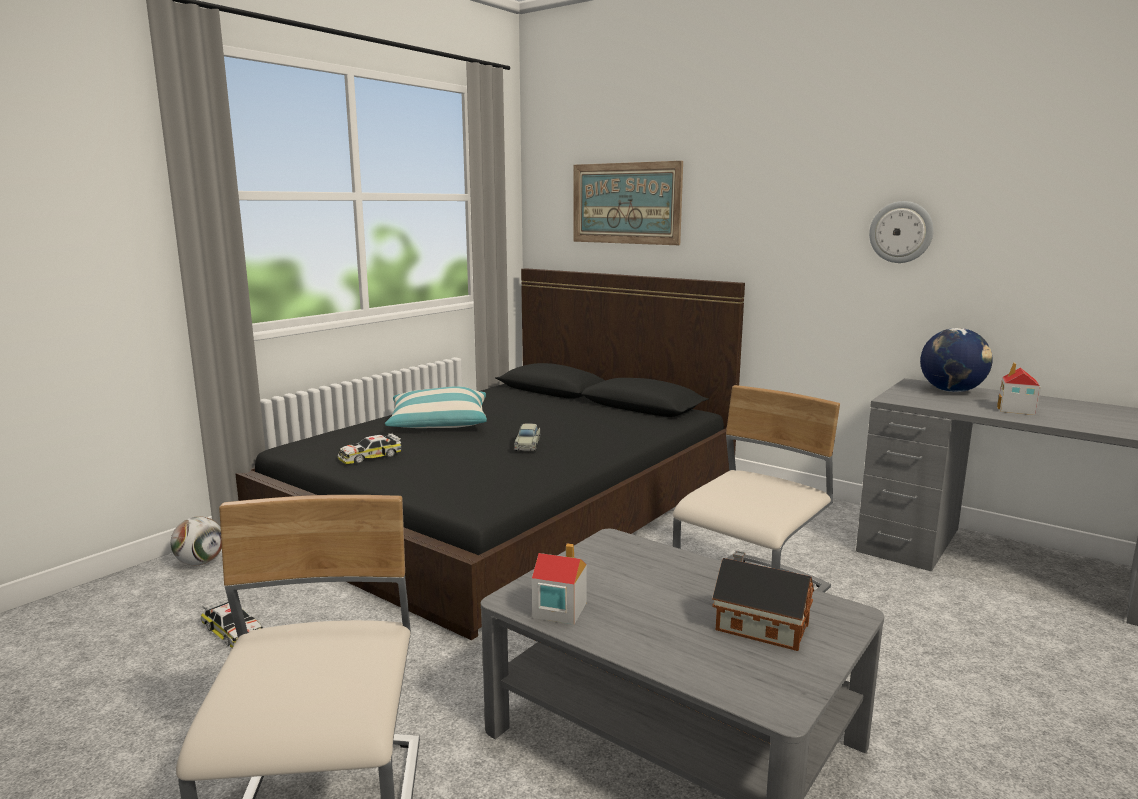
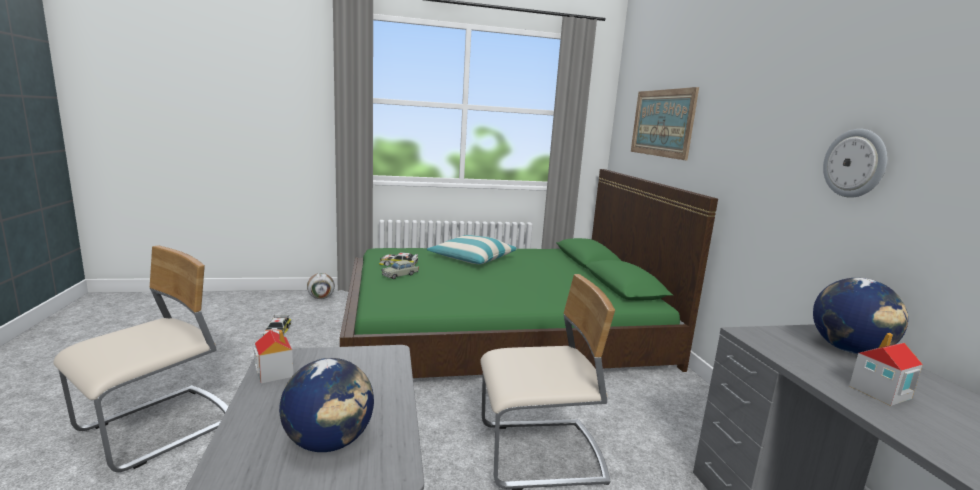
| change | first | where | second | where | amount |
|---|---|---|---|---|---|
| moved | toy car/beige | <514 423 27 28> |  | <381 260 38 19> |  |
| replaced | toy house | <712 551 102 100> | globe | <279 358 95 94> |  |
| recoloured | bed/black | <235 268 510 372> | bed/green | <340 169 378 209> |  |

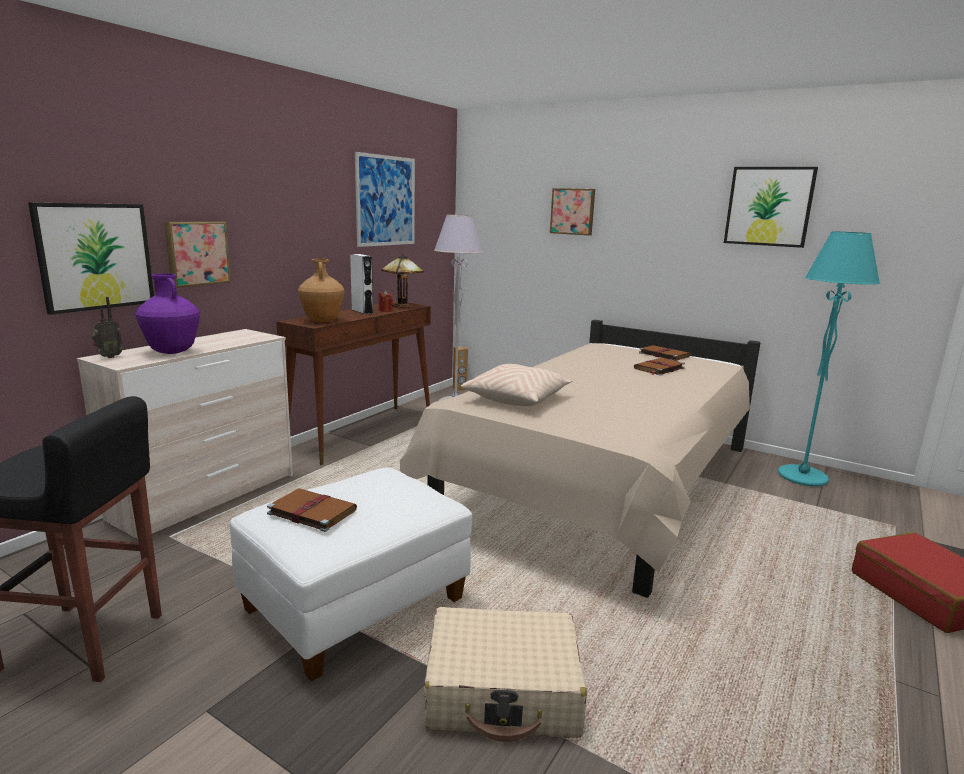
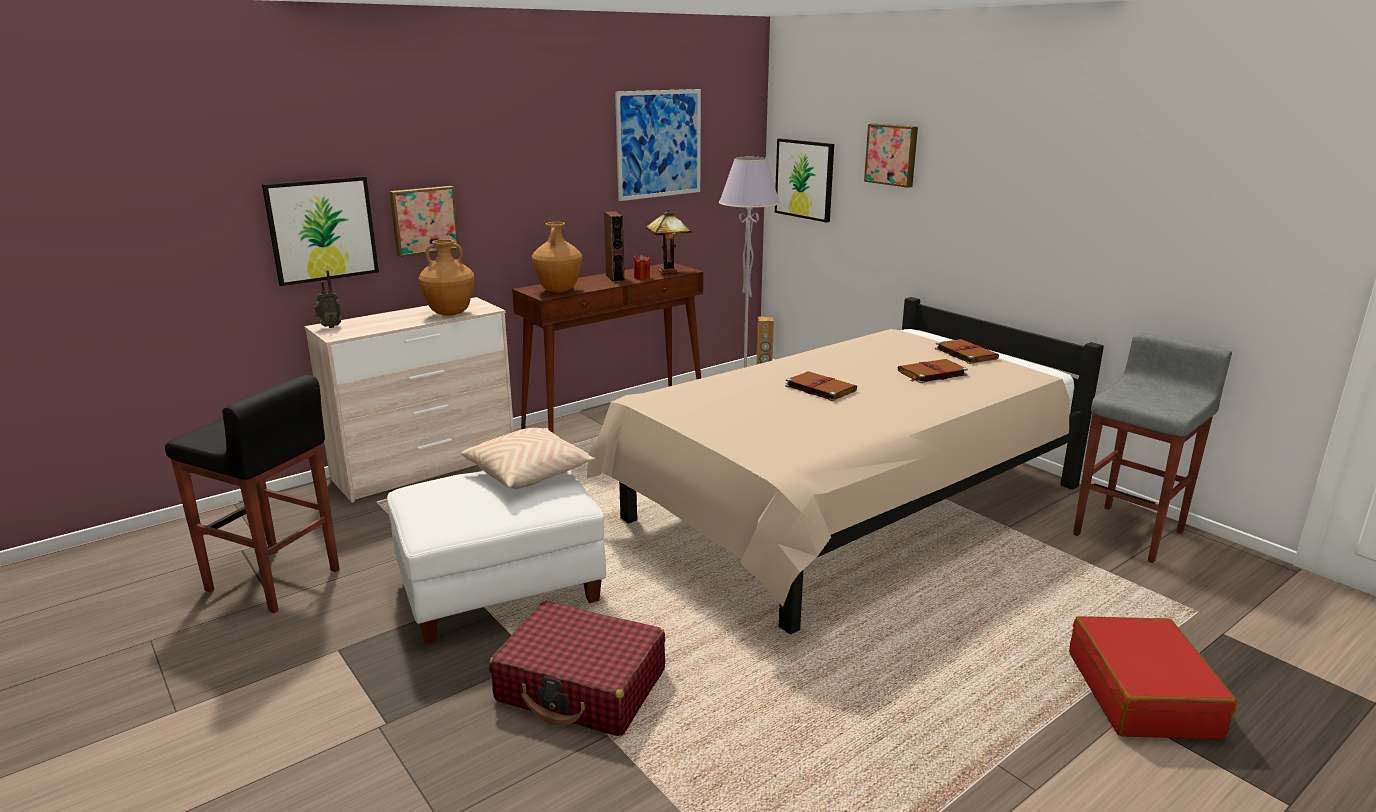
| change | first | where | second | where | amount |
|---|---|---|---|---|---|
| removed | vase/purple | <136 273 64 81> |  |  |  |
| added |  |  | vase/brown | <419 239 55 77> |  |
| moved | book/brown | <267 488 90 44> |  | <785 371 72 30> |  |
| moved | pillow/beige | <461 364 111 42> |  | <461 428 134 61> |  |
| moved | picture | <724 167 94 81> |  | <775 138 59 85> |  |
| replaced | floor lamp/turquoise | <778 231 102 255> | stool/grey | <1073 333 159 230> |  |
| recoloured | speaker/white | <350 254 23 60> | speaker/brown | <604 211 20 71> |  |
| recoloured | suitcase/beige | <424 607 163 135> | suitcase/red | <489 601 176 135> |  |

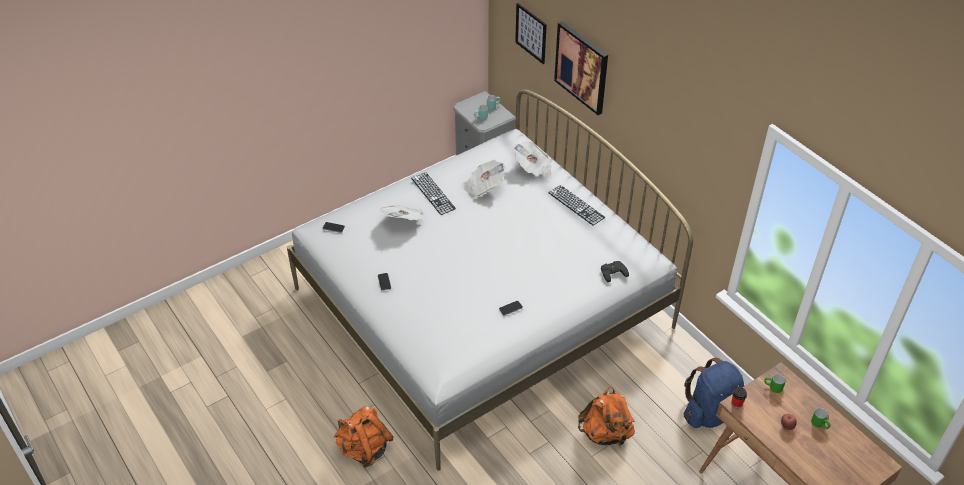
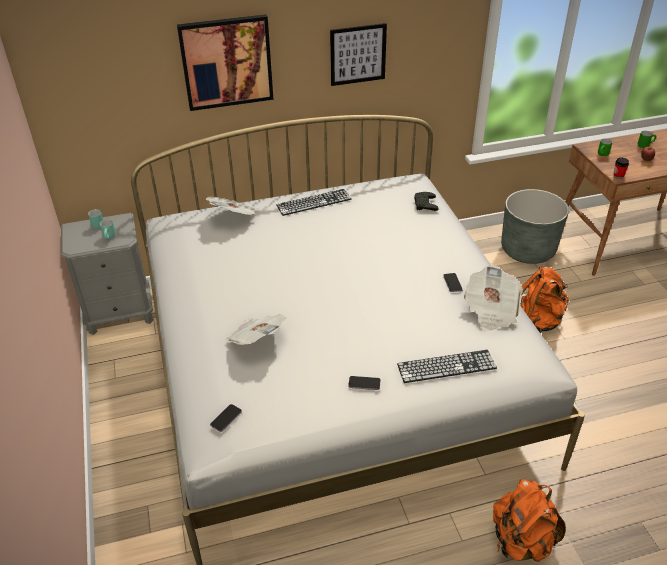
| change | first | where | second | where | amount |
|---|---|---|---|---|---|
| moved | keyboard | <411 172 45 43> |  | <397 350 100 33> |  |
| moved | newspaper | <462 160 44 38> |  | <464 265 59 66> |  |
| moved | picture | <515 3 32 61> |  | <330 23 57 63> |  |
| replaced | backpack/blue | <684 357 60 71> | planter/grey | <501 189 68 75> |  |

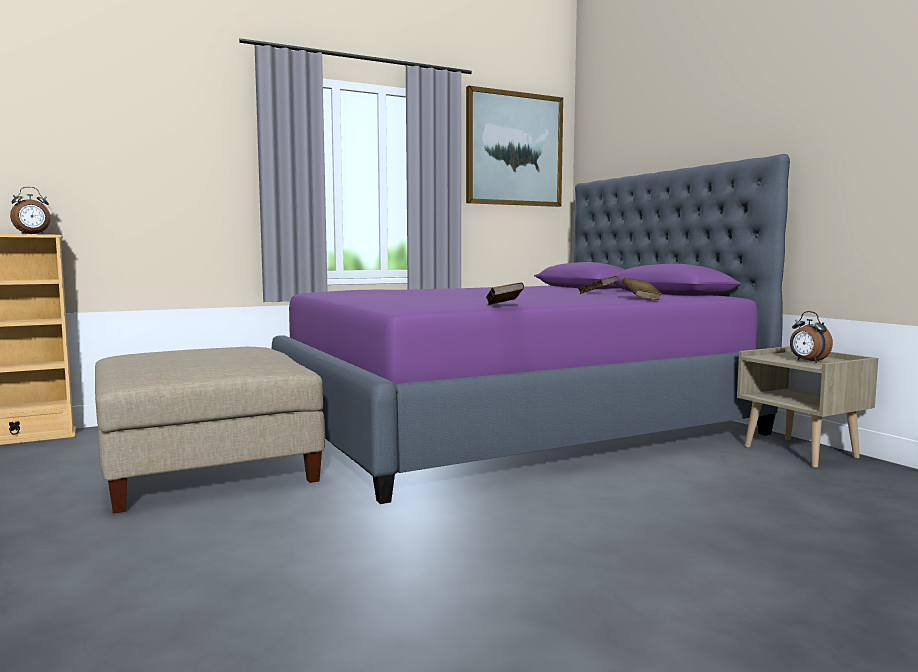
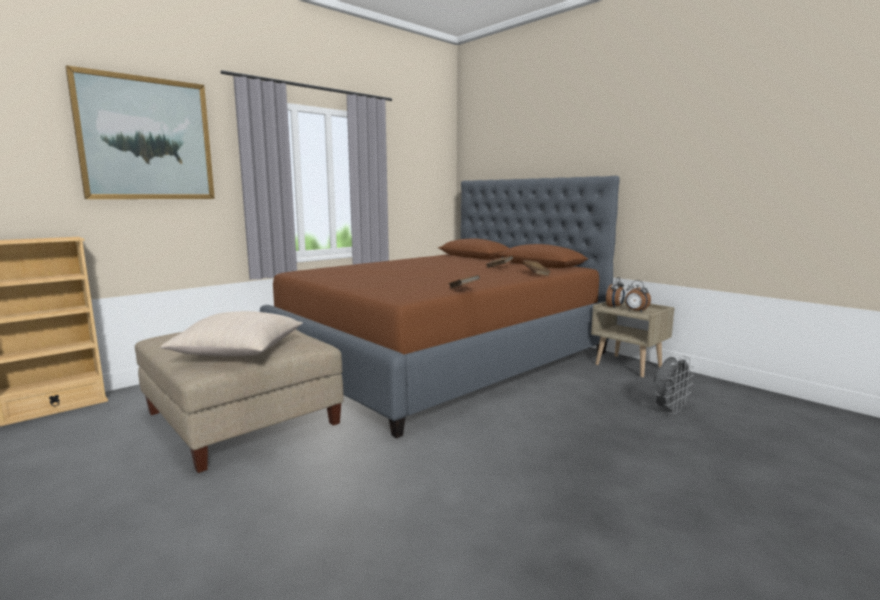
| change | first | where | second | where | amount |
|---|---|---|---|---|---|
| added |  |  | pillow/beige | <161 311 142 45> |  |
| added |  |  | fan/grey | <654 356 40 58> |  |
| moved | alarm clock | <10 187 41 47> |  | <606 277 19 30> |  |
| moved | picture | <466 86 97 121> |  | <65 65 150 134> |  |
| recoloured | bed/purple | <272 154 518 350> | bed/brown | <260 176 360 262> |  |

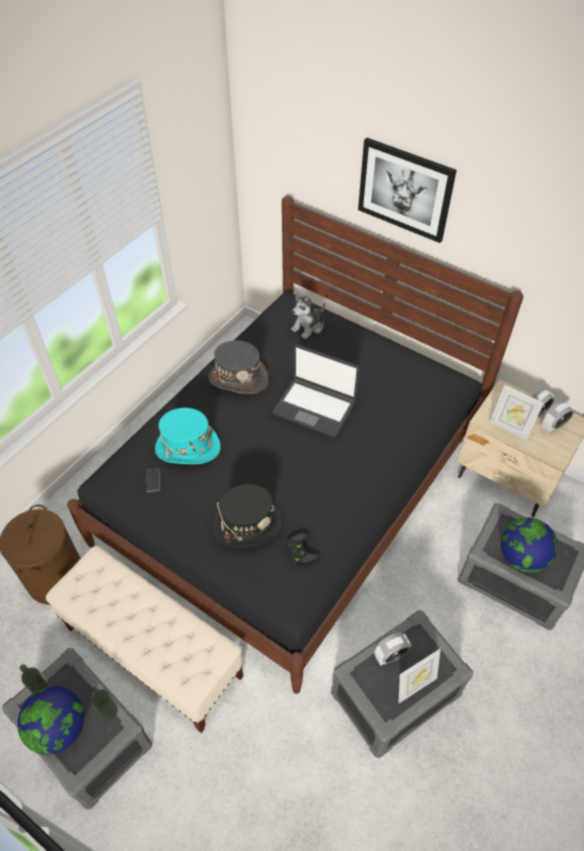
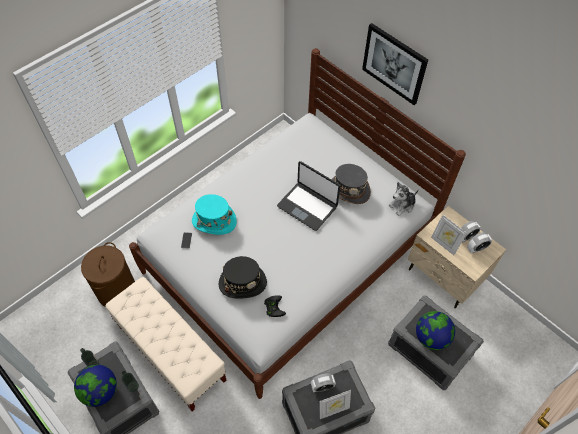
| change | first | where | second | where | amount |
|---|---|---|---|---|---|
| moved | hat/grey | <209 340 60 54> |  | <332 164 39 40> |  |
| moved | plush toy | <291 293 34 46> |  | <389 182 30 34> |  |
| recoloured | bed/black | <67 196 457 498> | bed/white | <129 48 337 351> |  |

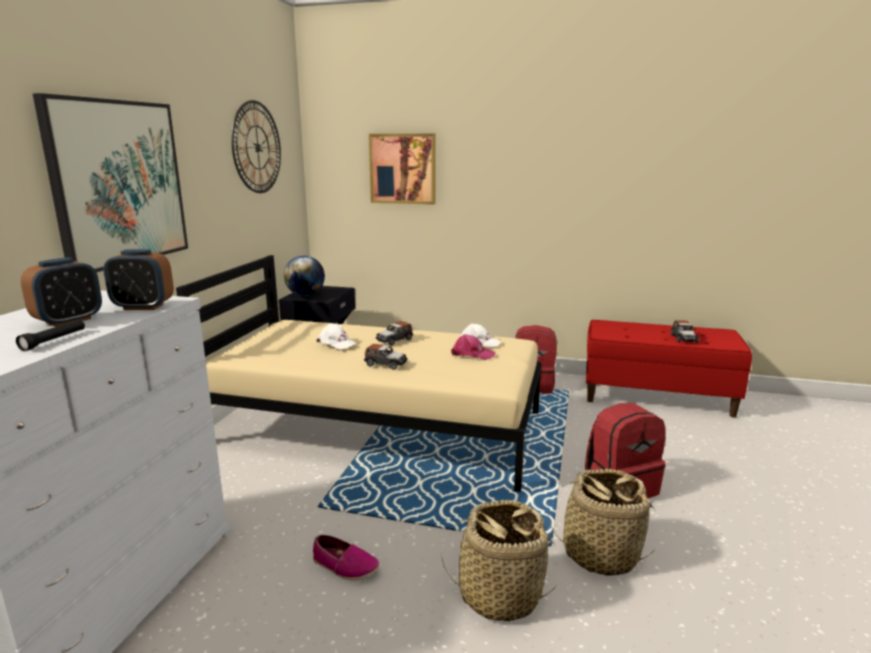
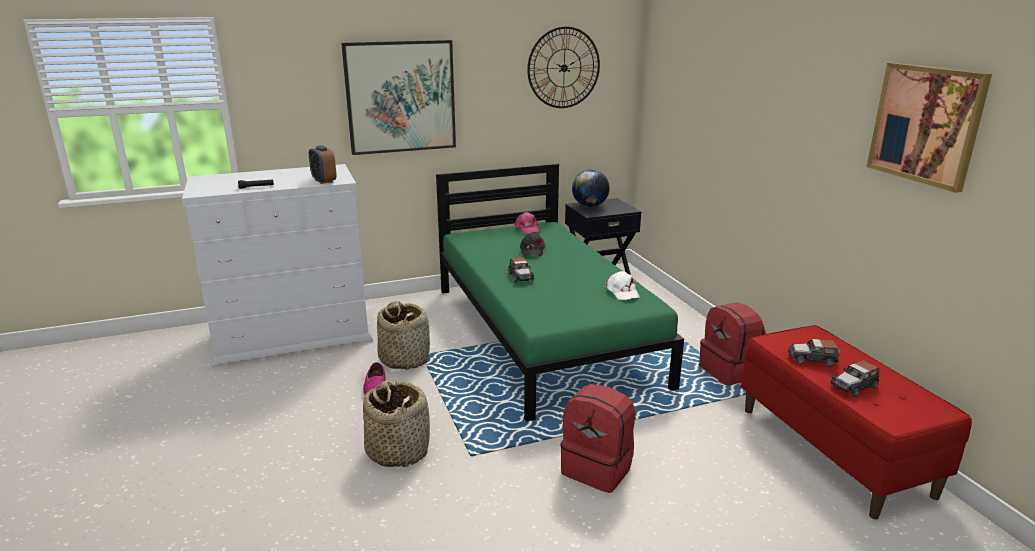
| change | first | where | second | where | amount |
|---|---|---|---|---|---|
| removed | alarm clock | <21 257 81 70> |  |  |  |
| moved | picture | <369 134 66 71> |  | <867 63 125 130> |  |
| moved | toy car | <376 321 37 25> |  | <788 339 52 28> |  |
| moved | cap/pink | <451 335 44 25> |  | <514 212 27 22> |  |
| moved | basket | <548 468 107 108> |  | <377 301 53 69> |  |
| recoloured | bed/beige | <176 255 365 237> | bed/green | <436 164 248 258> |  |
| recoloured | cap/white | <316 324 40 26> | cap/black | <520 232 26 24> |  |

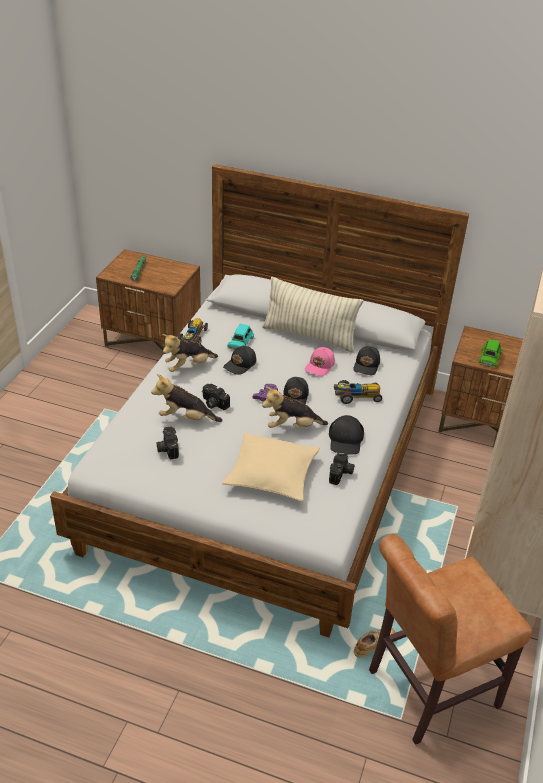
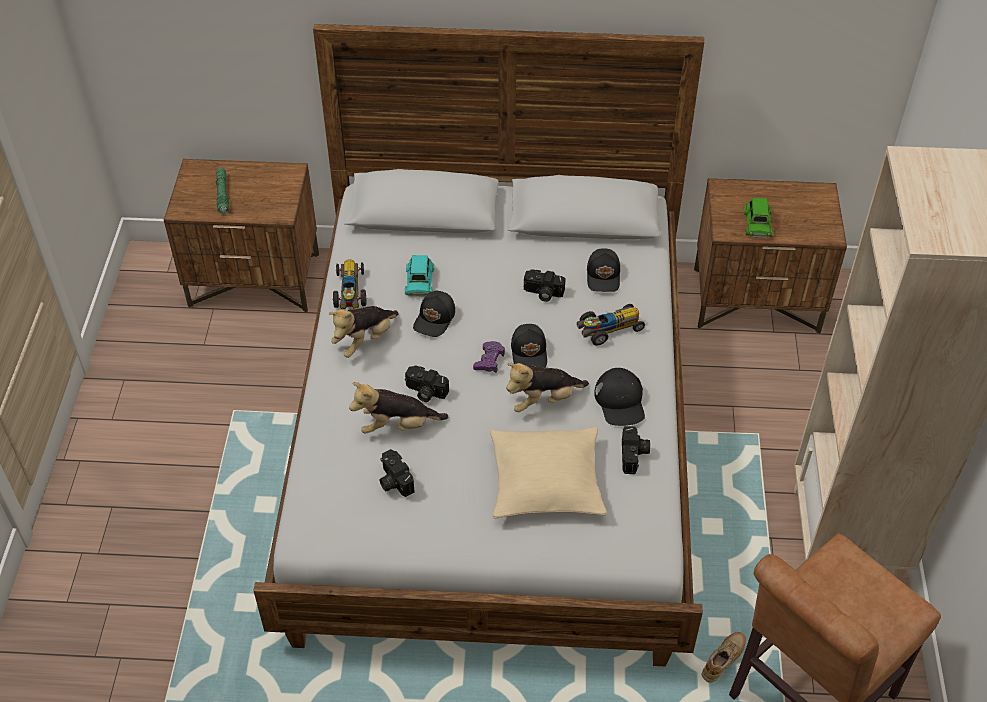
| change | first | where | second | where | amount |
|---|---|---|---|---|---|
| removed | pillow | <262 277 102 76> |  |  |  |
| replaced | cap/pink | <305 347 30 29> | photo camera | <524 269 42 33> |  |

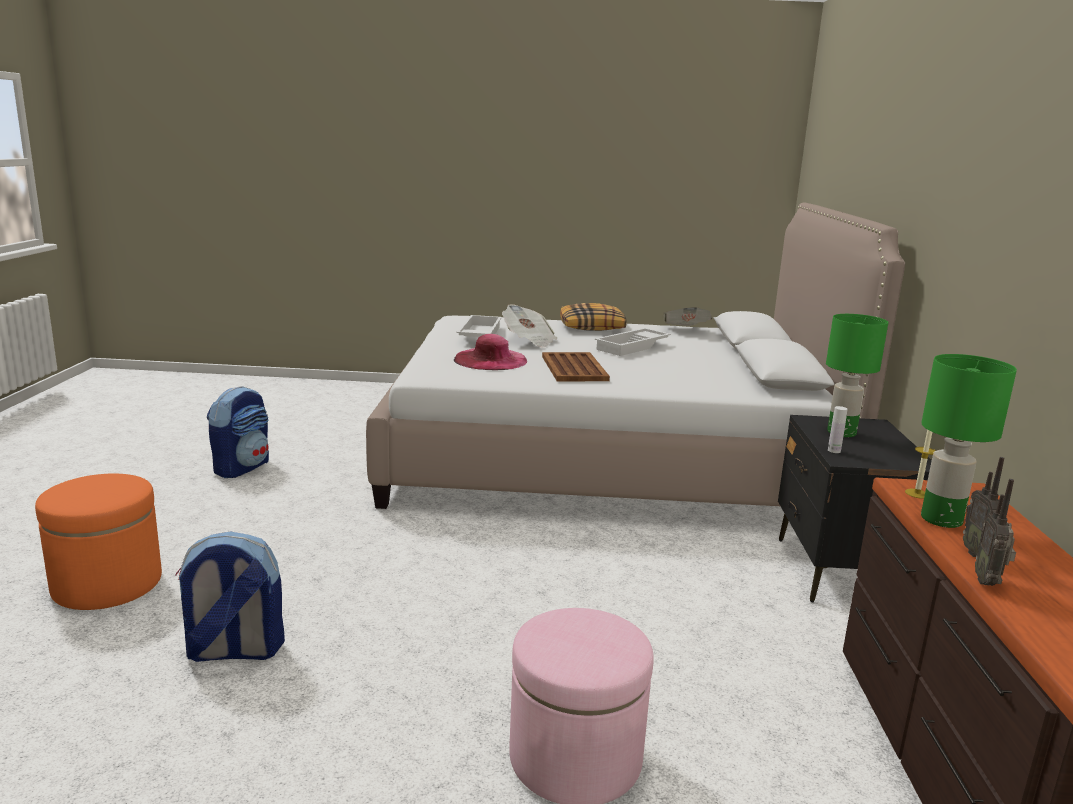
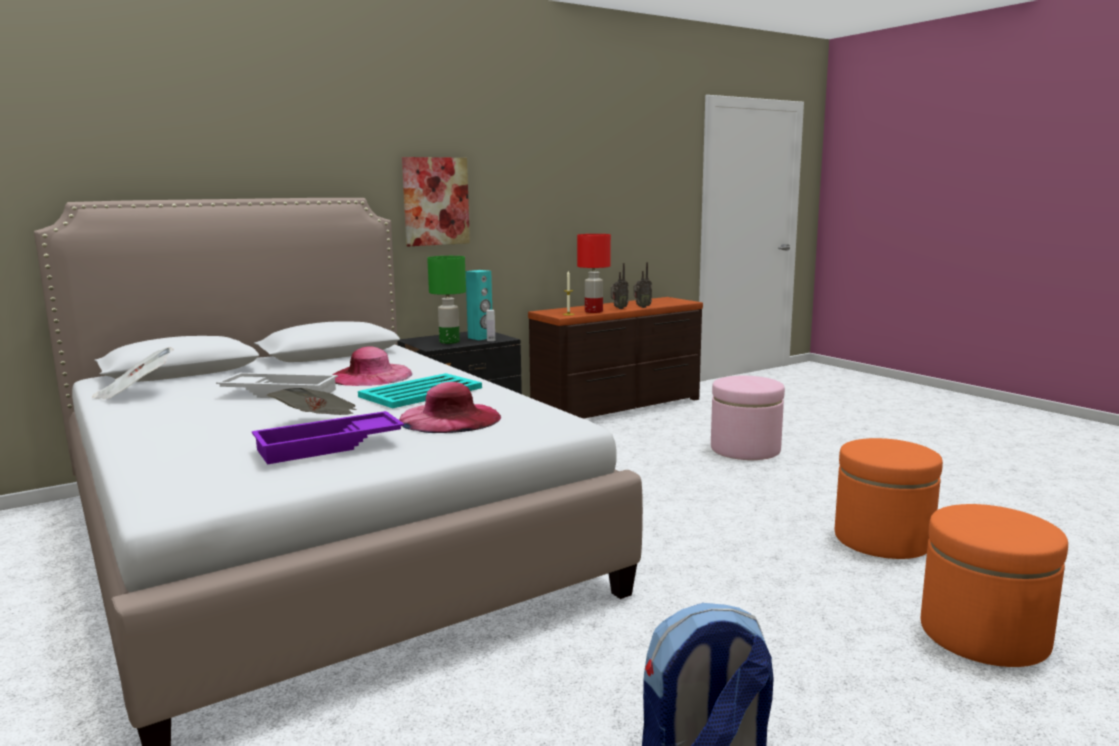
| change | first | where | second | where | amount |
|---|---|---|---|---|---|
| removed | pillow | <560 303 67 28> |  |  |  |
| added |  |  | hat/pink | <333 346 79 40> |  |
| added |  |  | picture | <402 157 68 89> |  |
| added |  |  | speaker/turquoise | <466 270 26 70> |  |
| replaced | backpack | <175 531 110 131> | ottoman/orange | <835 438 108 121> |  |
| recoloured | tray/white | <457 315 45 22> | tray/purple | <252 411 153 53> |  |
| recoloured | tray/brown | <542 352 68 29> | tray/turquoise | <358 373 124 35> |  |
| recoloured | table lamp/green | <921 354 96 174> | table lamp/red | <577 234 34 79> |  |

